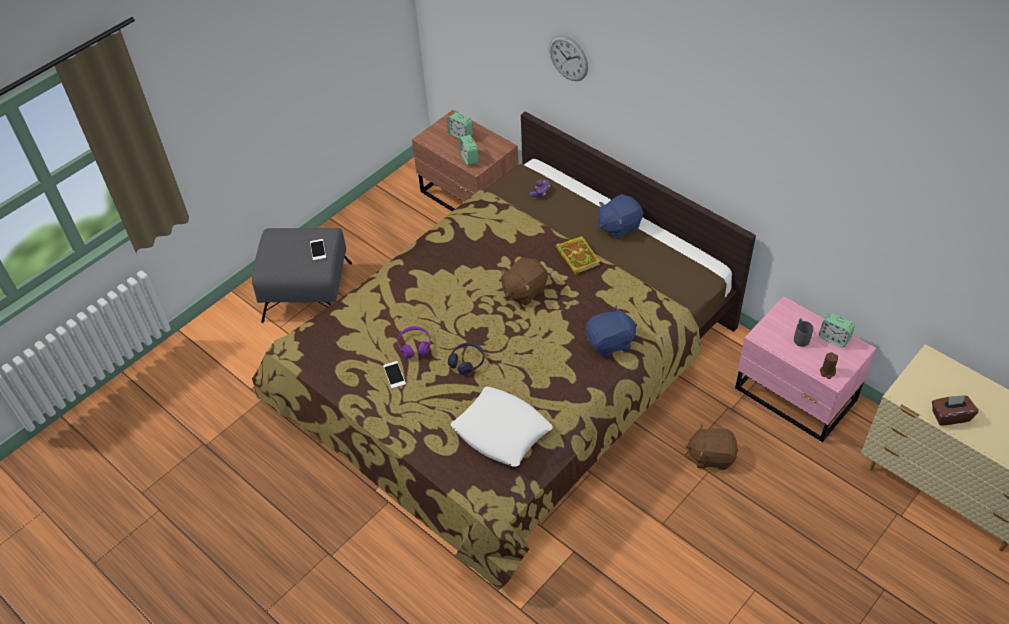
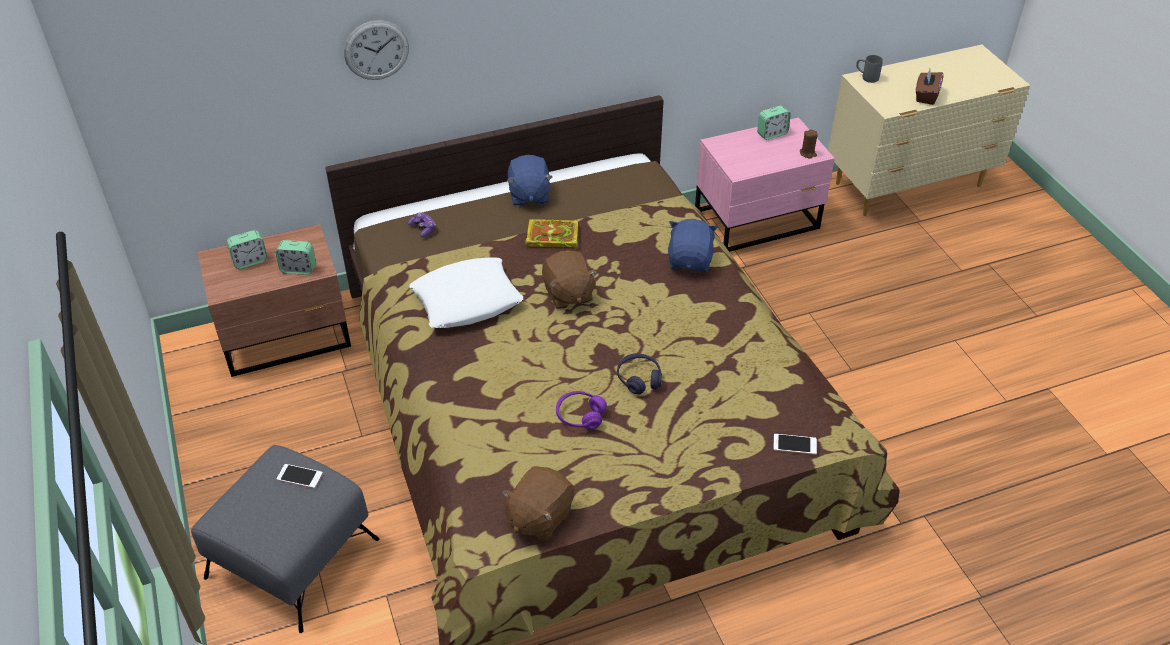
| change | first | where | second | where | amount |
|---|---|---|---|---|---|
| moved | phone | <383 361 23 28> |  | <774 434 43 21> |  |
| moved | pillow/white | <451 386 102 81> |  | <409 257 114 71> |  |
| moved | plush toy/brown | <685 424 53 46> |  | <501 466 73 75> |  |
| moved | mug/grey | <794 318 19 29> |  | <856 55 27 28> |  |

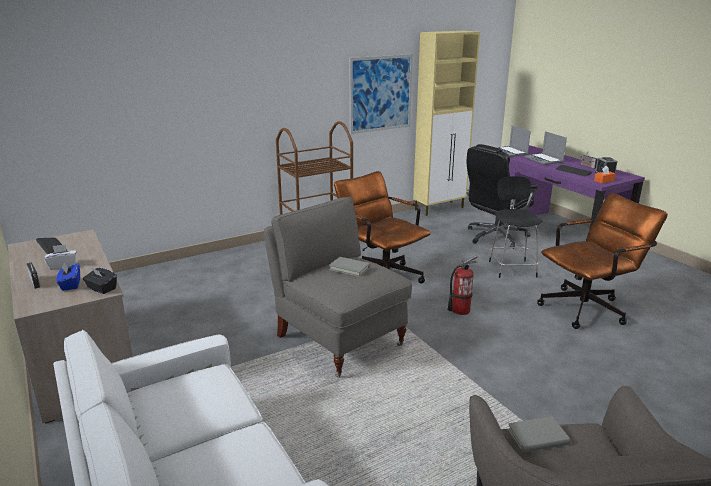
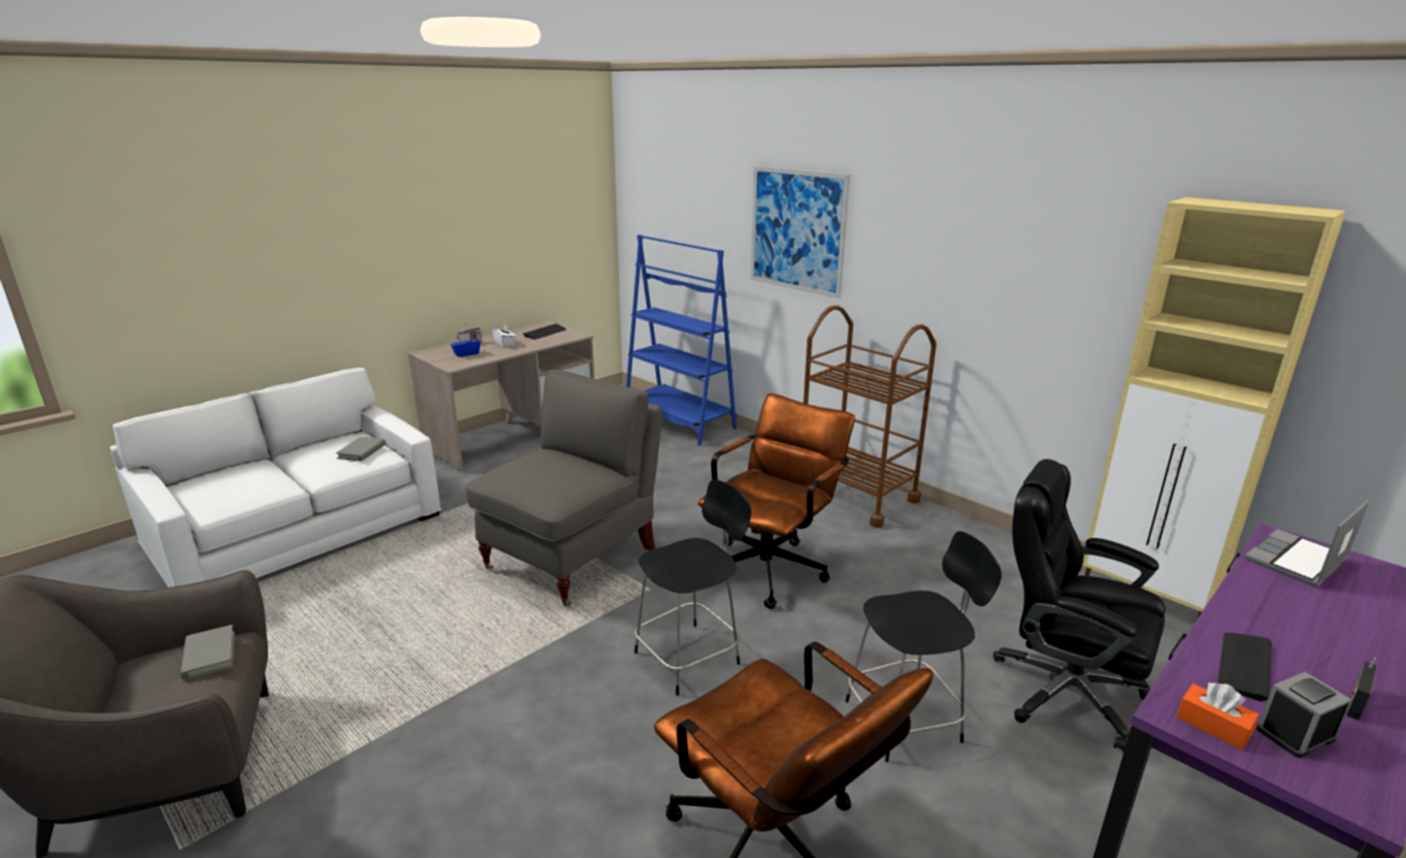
| change | first | where | second | where | amount |
|---|---|---|---|---|---|
| removed | tissue box/black | <83 267 34 27> |  |  |  |
| removed | laptop | <524 131 43 34> |  |  |  |
| added |  |  | bookcase/blue | <626 234 111 212> |  |
| moved | book/grey | <329 257 41 20> |  | <336 437 50 24> |  |
| moved | picture | <350 54 63 80> |  | <750 166 100 133> |  |
| replaced | fire extinguisher | <448 256 29 59> | chair/black | <634 479 117 217> |  |

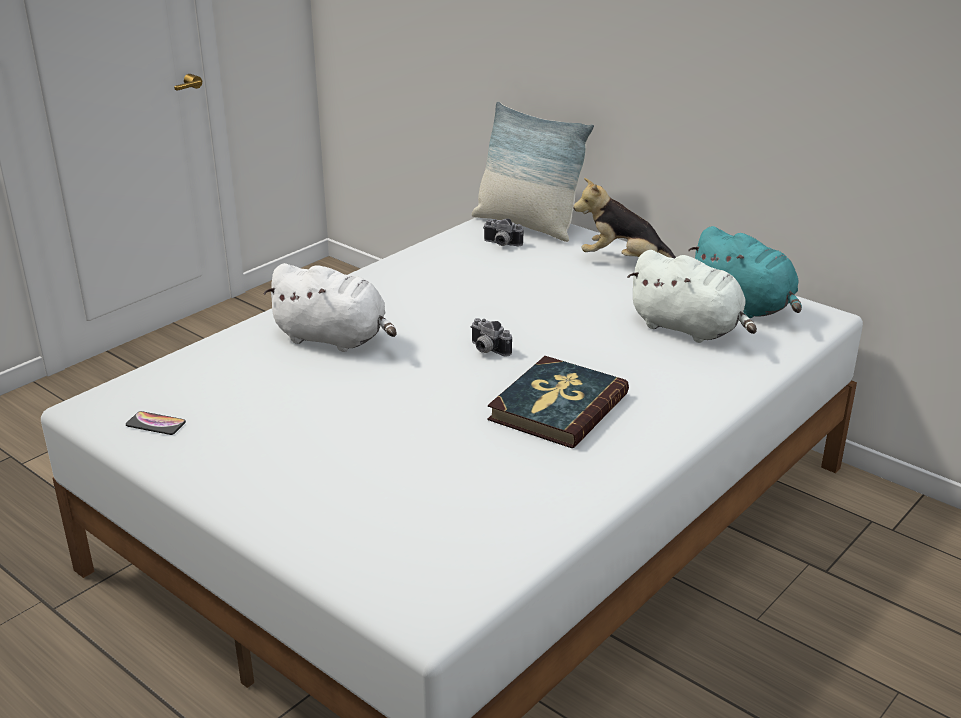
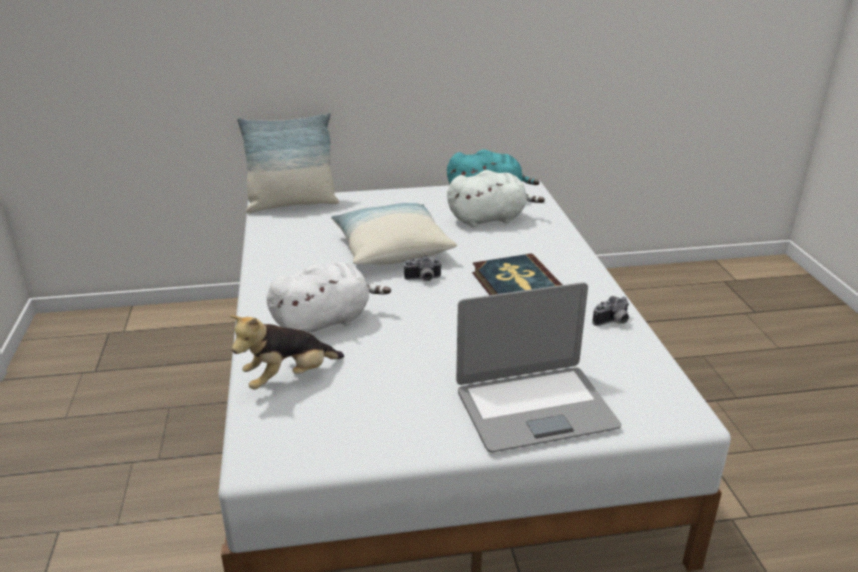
| change | first | where | second | where | amount |
|---|---|---|---|---|---|
| removed | phone | <126 411 60 24> |  |  |  |
| added |  |  | pillow | <331 203 126 62> |  |
| added |  |  | laptop | <456 282 165 170> |  |
| moved | photo camera | <483 218 40 28> |  | <592 296 37 30> |  |
| moved | plush toy | <573 178 103 80> |  | <230 315 114 75> |  |

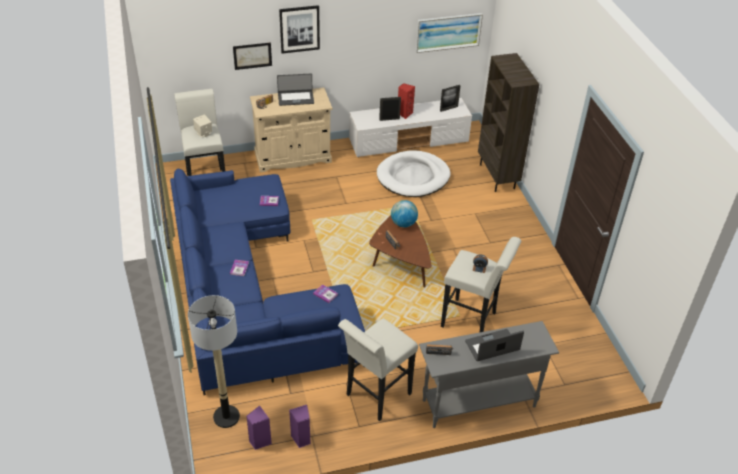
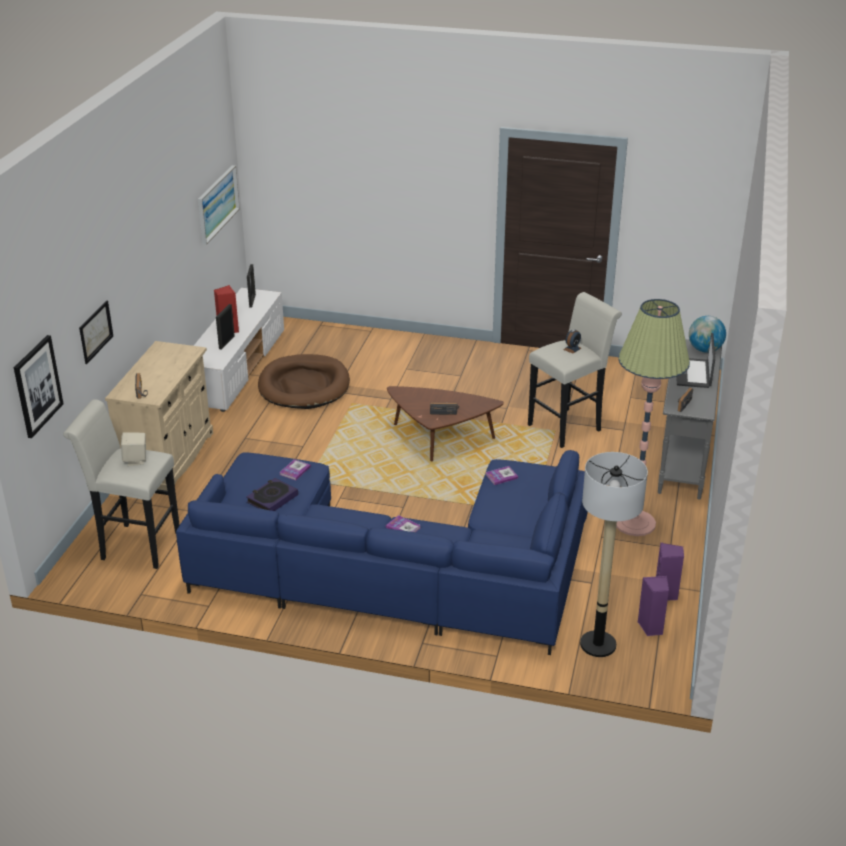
| change | first | where | second | where | amount |
|---|---|---|---|---|---|
| removed | laptop | <277 74 37 32> |  |  |  |
| removed | bookcase/brown | <478 53 61 139> |  |  |  |
| added |  |  | book | <246 478 52 33> |  |
| moved | picture | <279 5 41 49> |  | <14 335 49 103> |  |
| moved | globe | <391 200 27 27> |  | <689 316 37 37> |  |
| replaced | stool/white | <338 319 80 102> | floor lamp | <616 299 74 237> |  |
| recoloured | dog bed/white | <377 150 74 47> | dog bed/brown | <258 354 92 55> |  |

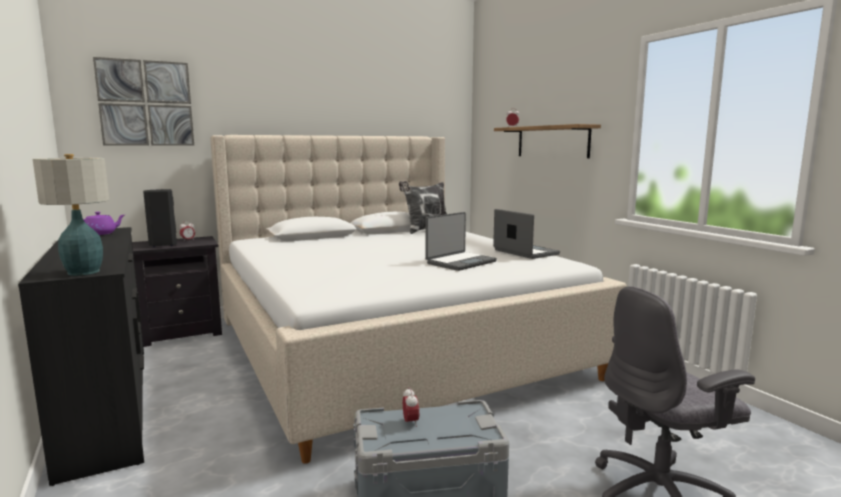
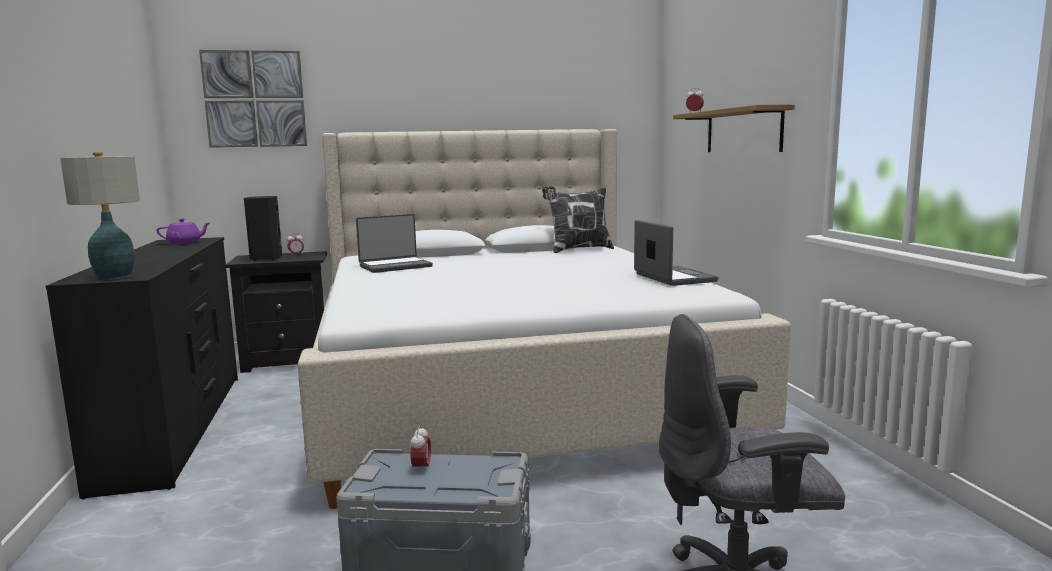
| change | first | where | second | where | amount |
|---|---|---|---|---|---|
| moved | laptop | <425 212 72 59> |  | <356 214 77 59> |  |

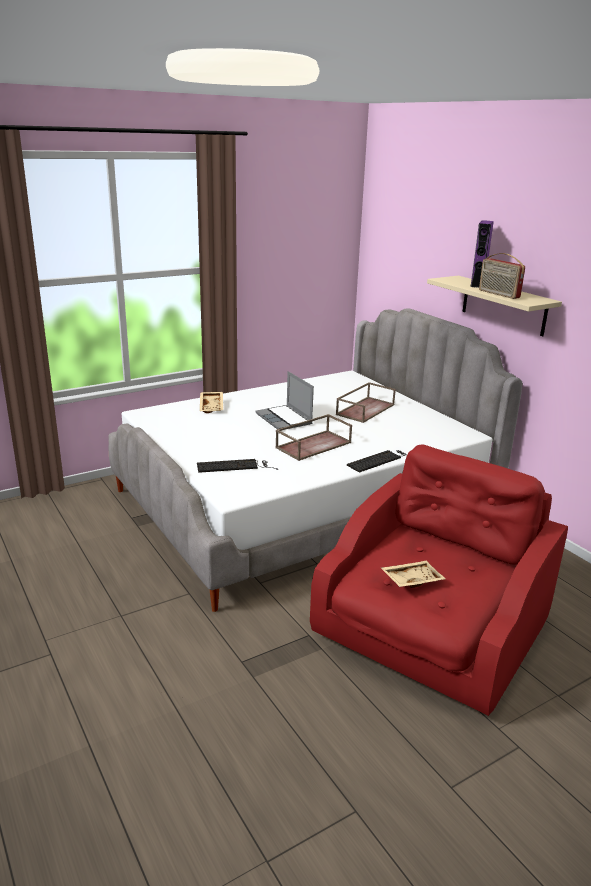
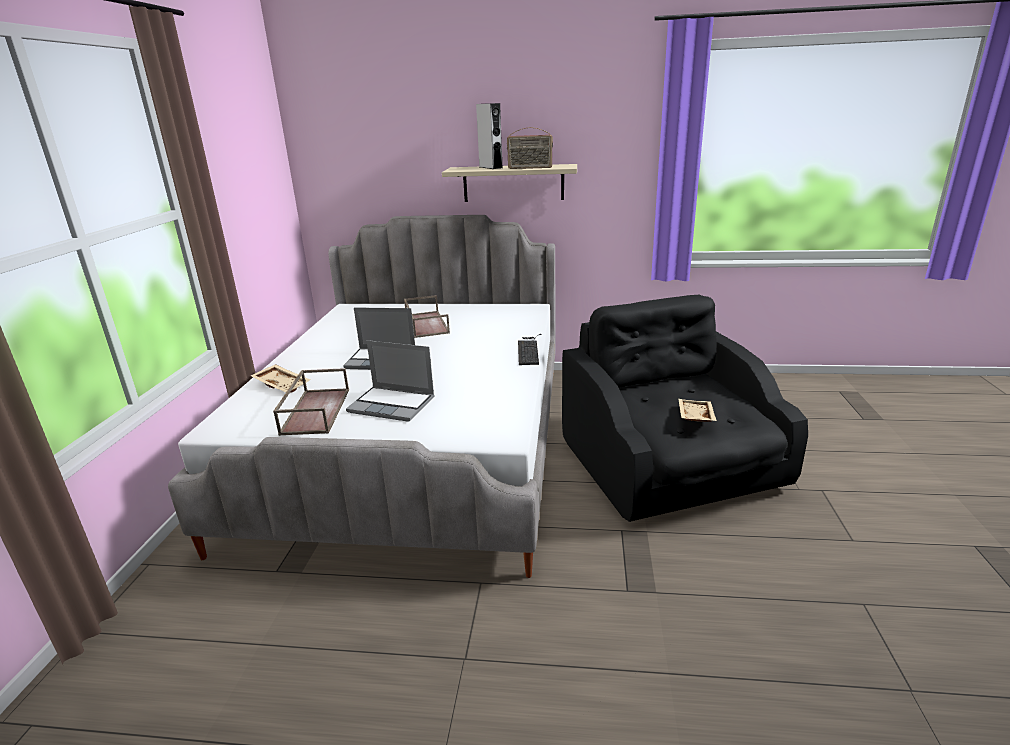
| change | first | where | second | where | amount |
|---|---|---|---|---|---|
| removed | keyboard | <197 459 81 14> |  |  |  |
| added |  |  | laptop | <346 340 89 82> |  |
| moved | tray/brown | <275 414 77 47> |  | <273 368 76 68> |  |
| recoloured | armchair/red | <310 445 258 271> | armchair/black | <562 295 246 227> |  |
| recoloured | speaker/purple | <470 220 24 68> | speaker/grey | <476 103 26 66> |  |

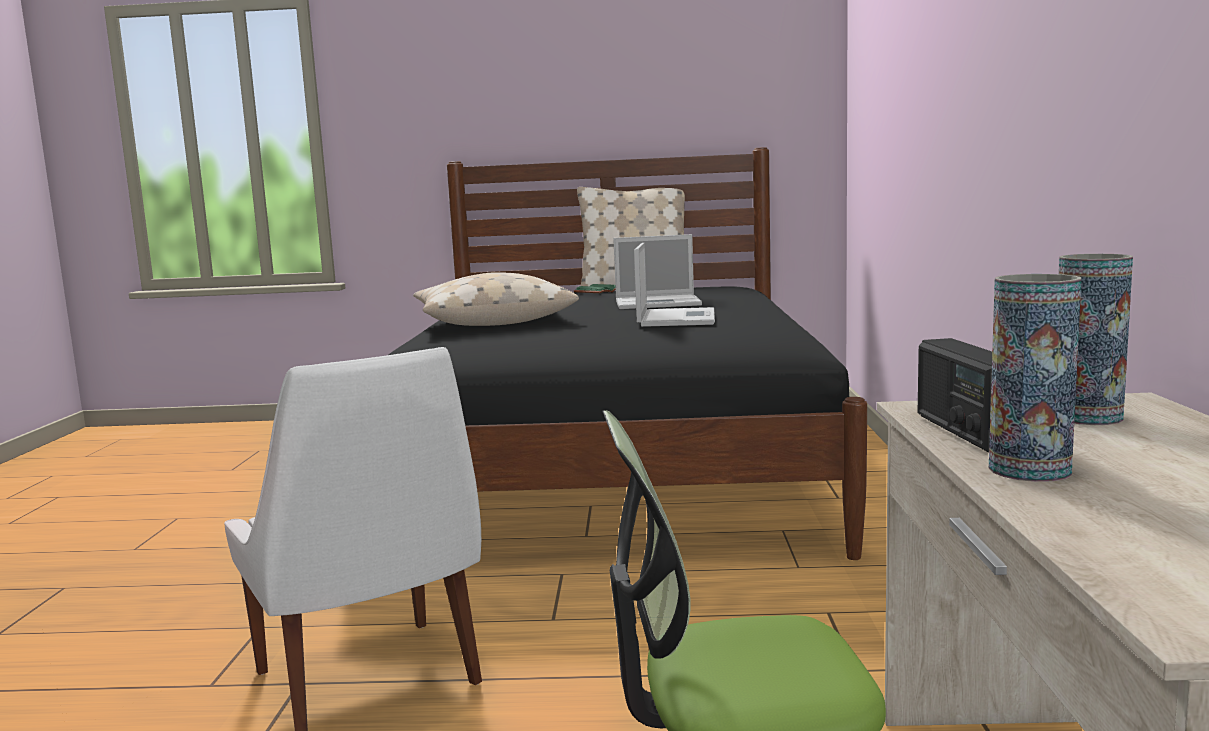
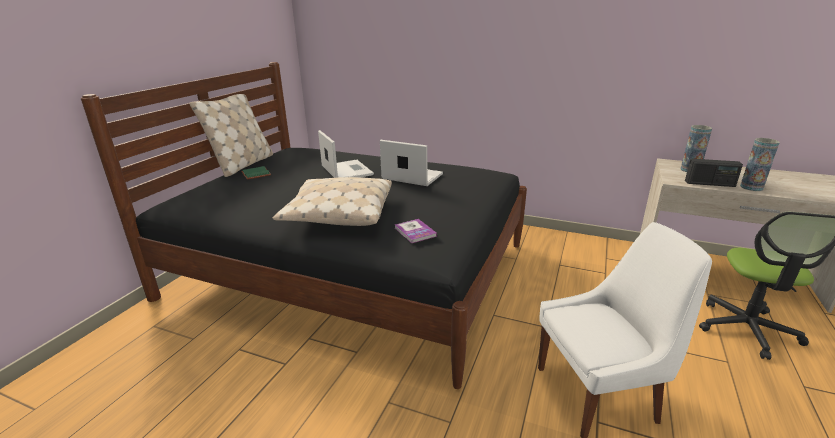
| change | first | where | second | where | amount |
|---|---|---|---|---|---|
| added |  |  | book | <395 219 42 24> |  |
| turned | laptop | <613 234 89 75> |  | <318 130 56 48> | 45 degrees counterclockwise |

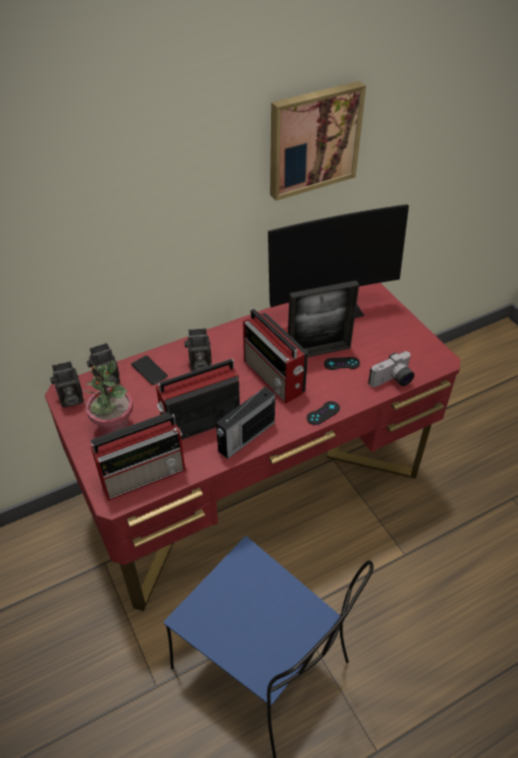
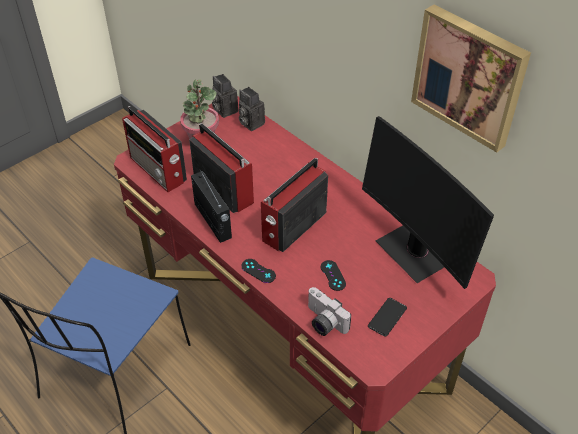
| change | first | where | second | where | amount |
|---|---|---|---|---|---|
| removed | photo camera | <184 328 28 43> |  |  |  |
| removed | picture frame | <288 280 71 77> |  |  |  |
| moved | phone | <131 356 37 29> |  | <368 298 39 38> |  |
| turned | radio | <216 386 59 73> |  | <191 170 41 73> | 150 degrees counterclockwise |

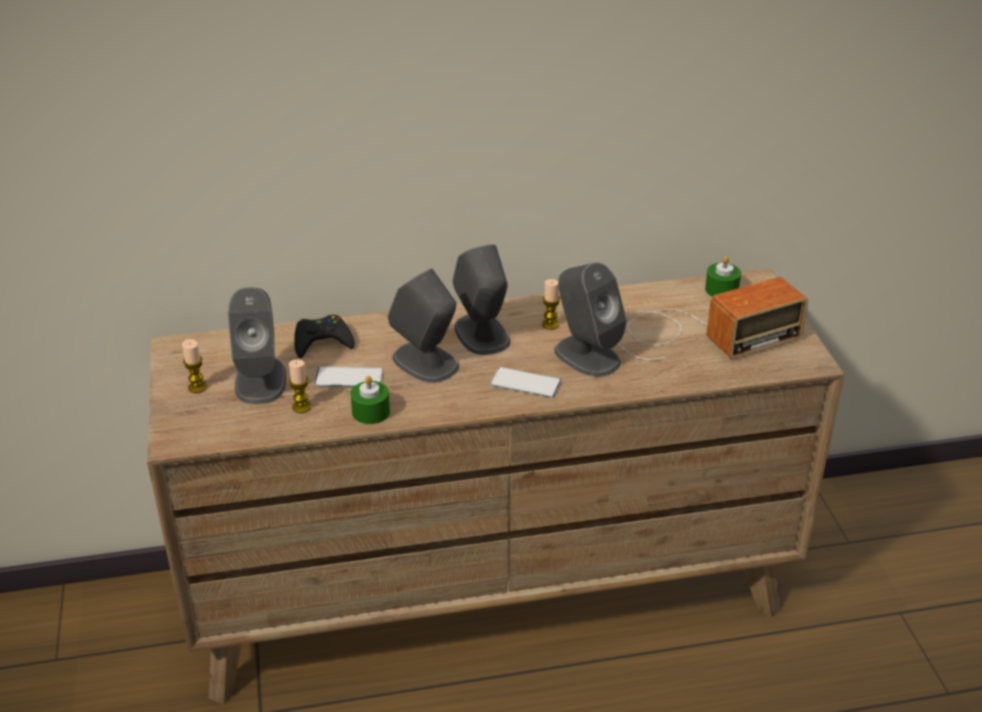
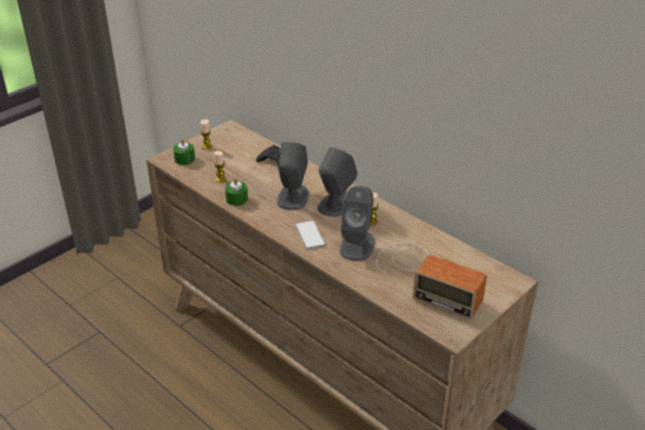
| change | first | where | second | where | amount |
|---|---|---|---|---|---|
| removed | speaker/grey | <228 287 59 117> |  |  |  |
| removed | phone | <314 366 69 21> |  |  |  |
| moved | candle/green | <705 256 36 41> |  | <173 138 22 27> |  |

